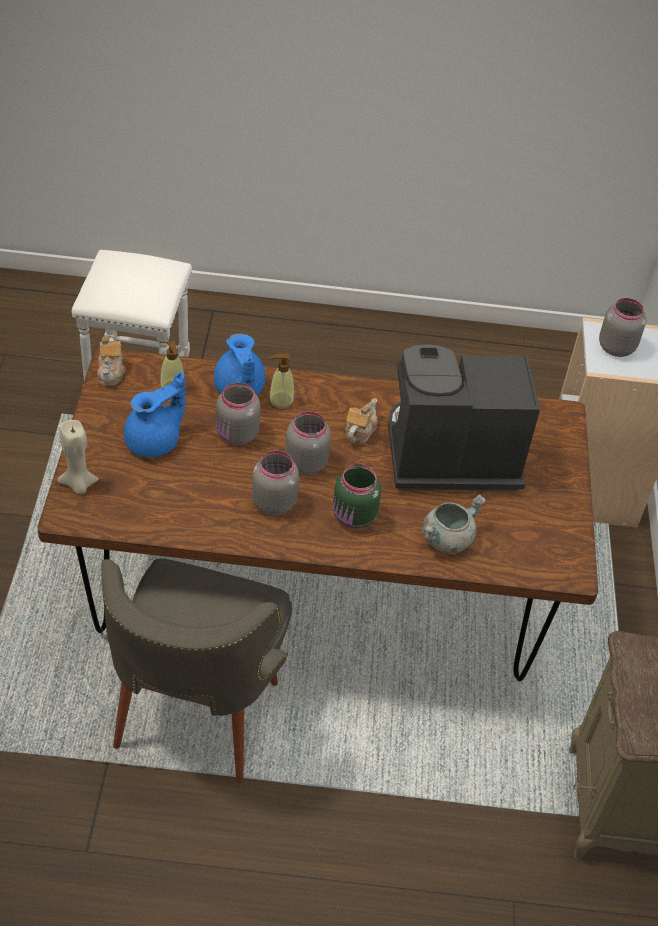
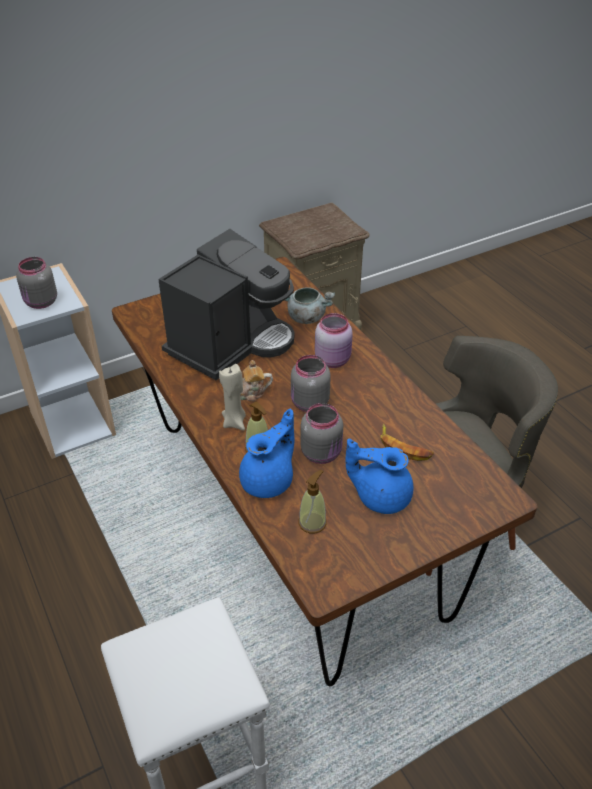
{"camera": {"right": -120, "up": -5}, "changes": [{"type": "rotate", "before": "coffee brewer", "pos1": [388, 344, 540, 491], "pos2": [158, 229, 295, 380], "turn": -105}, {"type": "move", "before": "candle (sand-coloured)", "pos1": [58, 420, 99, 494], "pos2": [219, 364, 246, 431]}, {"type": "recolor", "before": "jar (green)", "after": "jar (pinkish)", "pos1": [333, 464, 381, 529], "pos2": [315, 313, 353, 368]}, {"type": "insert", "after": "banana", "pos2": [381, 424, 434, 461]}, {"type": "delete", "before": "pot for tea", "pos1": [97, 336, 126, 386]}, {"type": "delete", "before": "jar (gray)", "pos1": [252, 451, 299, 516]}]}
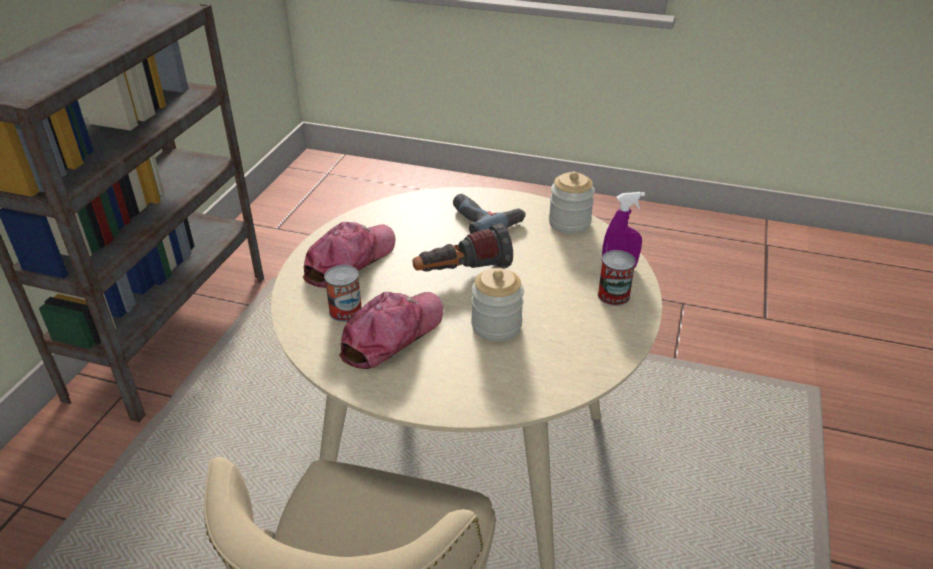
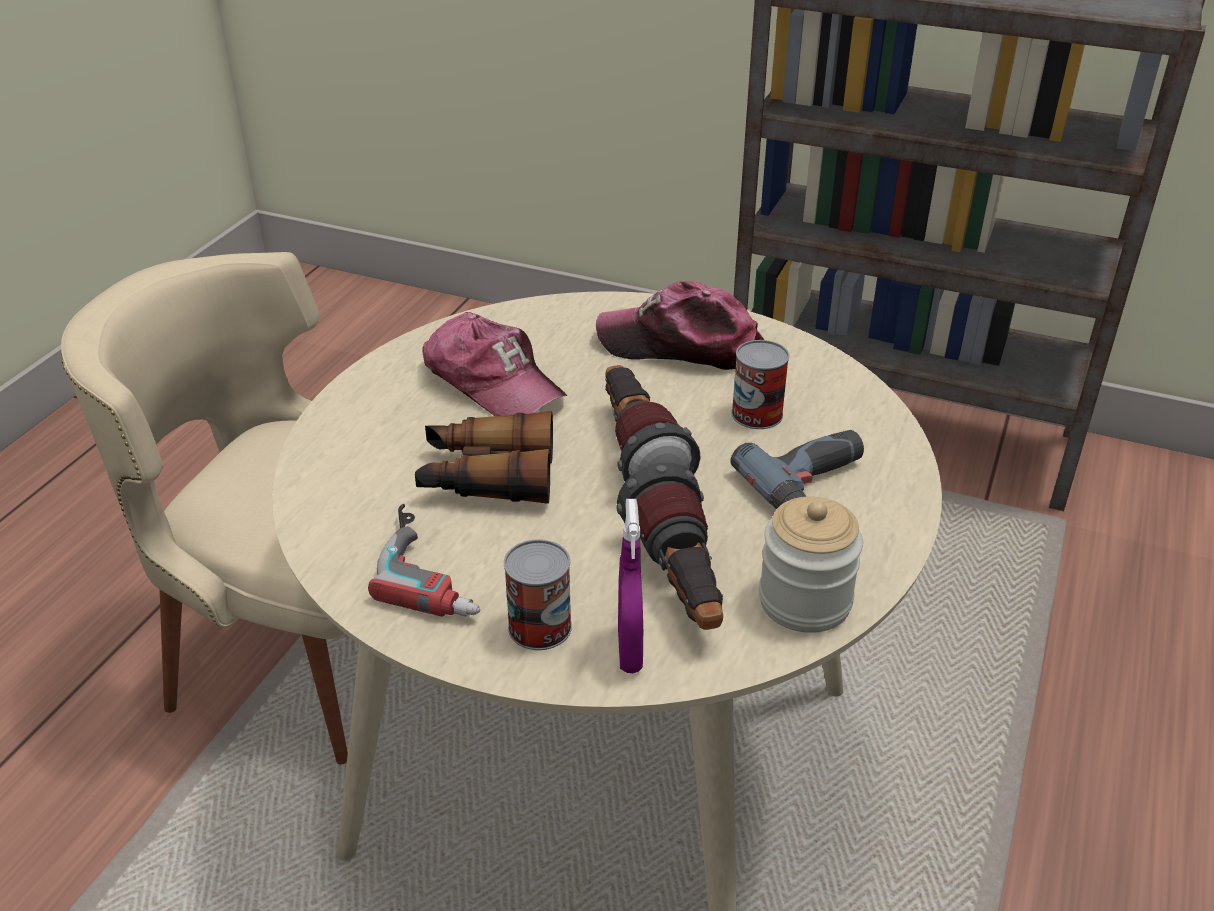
{"camera": {"right": 95, "up": 0}, "changes": [{"type": "insert", "after": "drill", "pos2": [368, 504, 480, 617]}, {"type": "replace", "before": "jar", "after": "pair of binoculars", "pos1": [471, 268, 524, 342], "pos2": [415, 411, 553, 504]}, {"type": "rotate", "before": "baseball cap", "pos1": [303, 222, 396, 288], "pos2": [596, 281, 764, 370], "turn": 150}, {"type": "insert", "after": "hand torch", "pos2": [616, 463, 723, 630]}, {"type": "move", "before": "sealed can", "pos1": [324, 265, 362, 322], "pos2": [731, 340, 789, 429]}]}
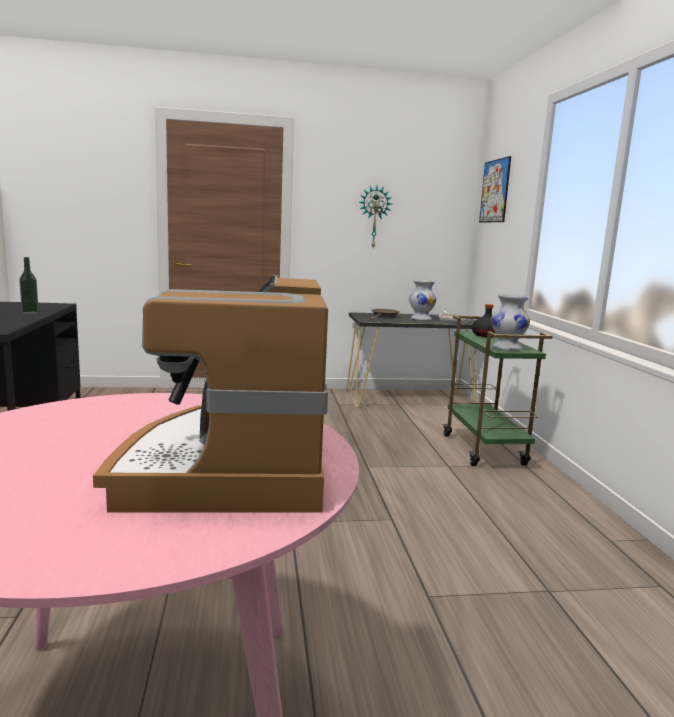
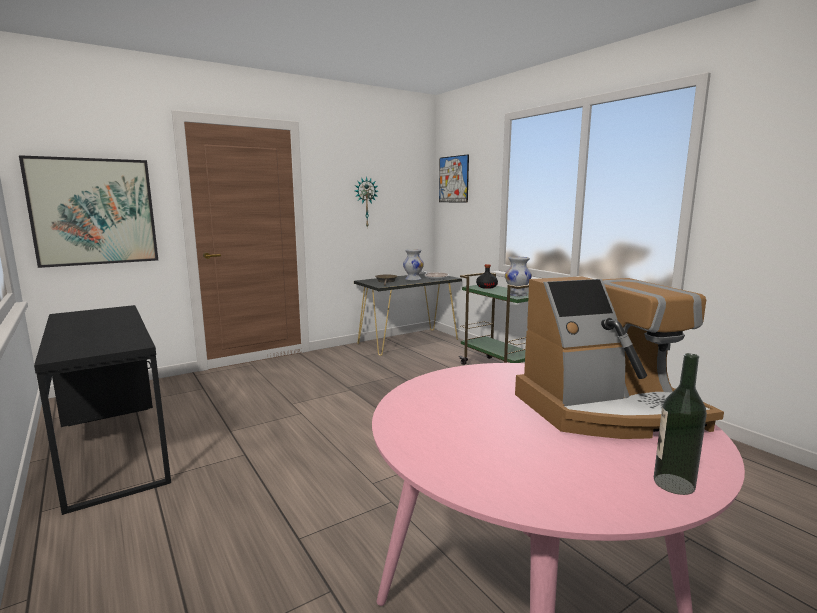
{"camera": {"right": -25, "up": 0}, "changes": [{"type": "insert", "after": "picture", "pos2": [19, 155, 158, 268]}, {"type": "rotate", "before": "coffee brewer", "pos1": [93, 275, 328, 513], "pos2": [515, 276, 724, 439], "turn": -75}, {"type": "move", "before": "bottle", "pos1": [19, 257, 39, 314], "pos2": [654, 353, 707, 495]}]}
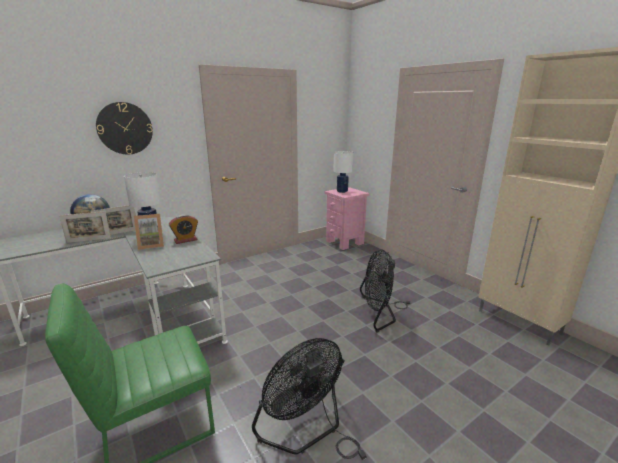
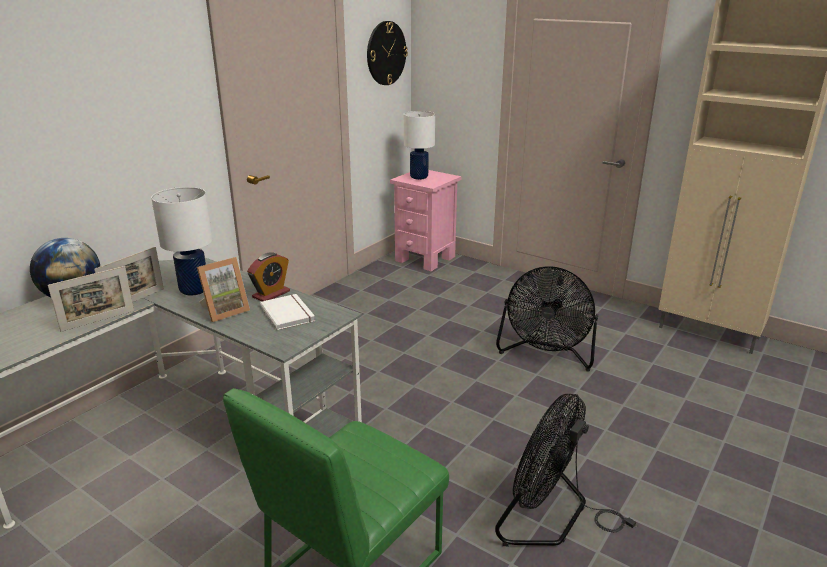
{"camera": {"right": -20, "up": 5}, "changes": [{"type": "insert", "after": "bound book (white-coloured)", "pos2": [260, 294, 315, 330]}, {"type": "move", "before": "hanging clock", "pos1": [96, 102, 153, 154], "pos2": [367, 21, 408, 85]}, {"type": "rotate", "before": "fan (black)", "pos1": [360, 249, 411, 332], "pos2": [496, 266, 598, 372], "turn": -45}]}
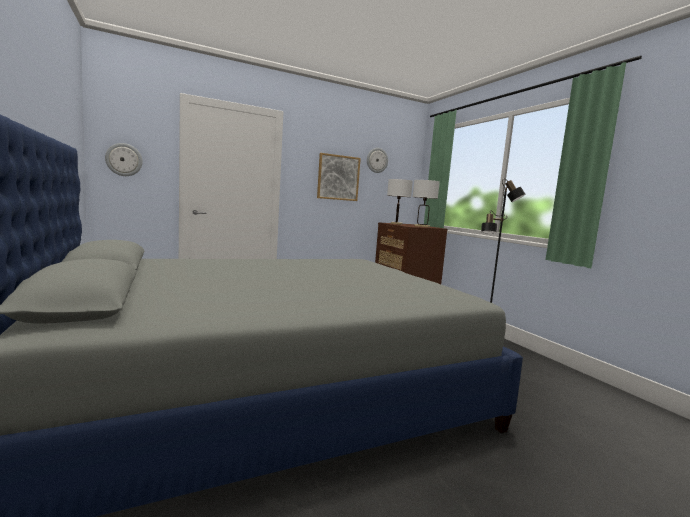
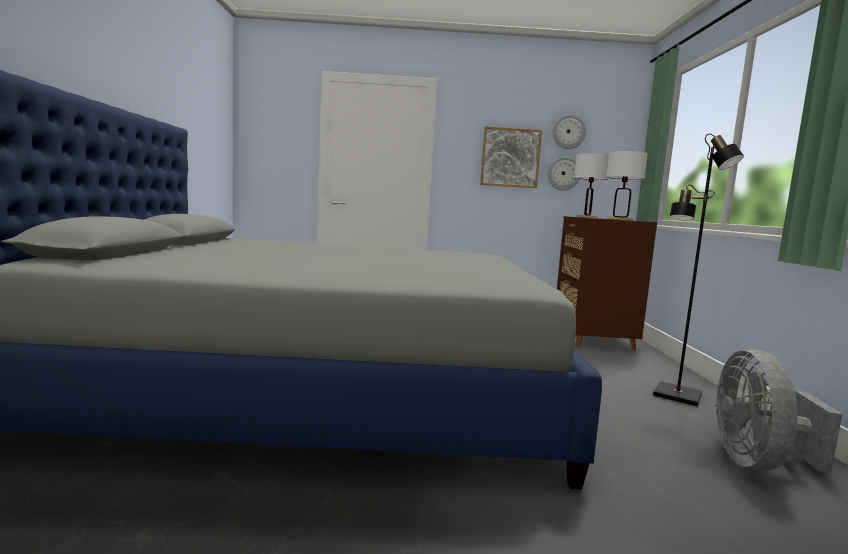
{"camera": {"right": 25, "up": 0}, "changes": [{"type": "move", "before": "hanging clock", "pos1": [105, 143, 142, 176], "pos2": [548, 157, 579, 191]}, {"type": "insert", "after": "fan (gray)", "pos2": [715, 350, 843, 473]}]}
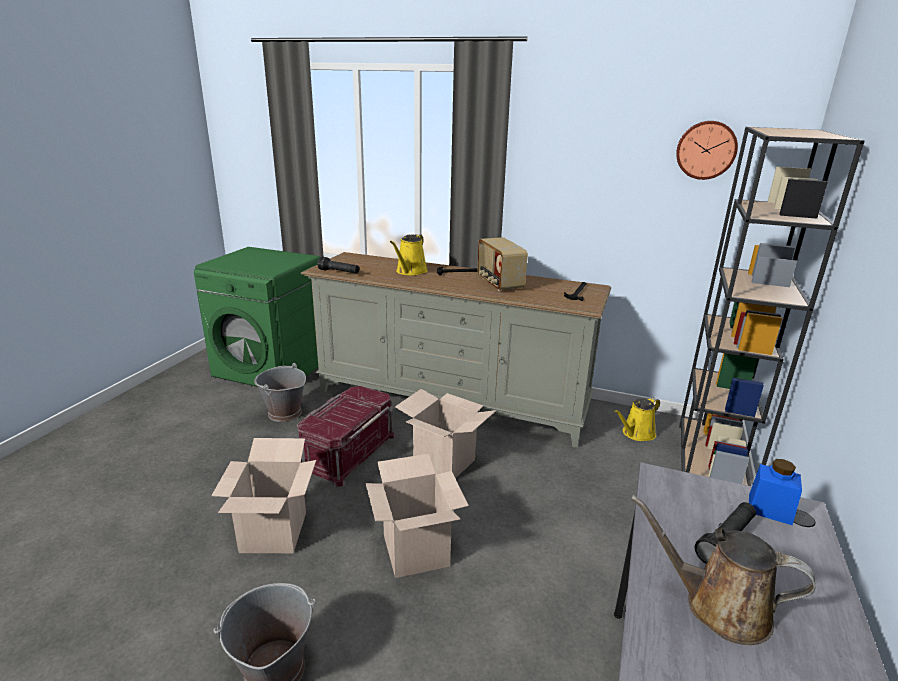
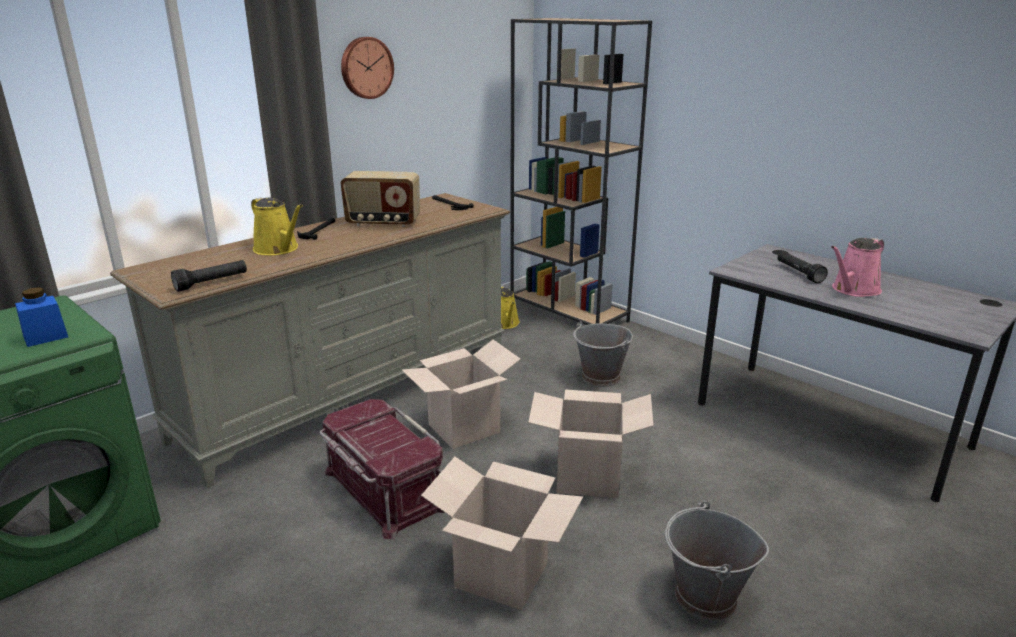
{"camera": {"right": -65, "up": 0}, "changes": [{"type": "move", "before": "jar (bluish)", "pos1": [749, 459, 802, 526], "pos2": [15, 287, 68, 347]}, {"type": "move", "before": "hanging clock", "pos1": [676, 121, 738, 180], "pos2": [341, 37, 394, 99]}, {"type": "move", "before": "bucket (gray)", "pos1": [254, 363, 306, 422], "pos2": [573, 321, 633, 387]}, {"type": "recolor", "before": "sprinkling can (brownish)", "after": "sprinkling can (pinkish)", "pos1": [631, 495, 816, 645], "pos2": [831, 238, 884, 297]}]}
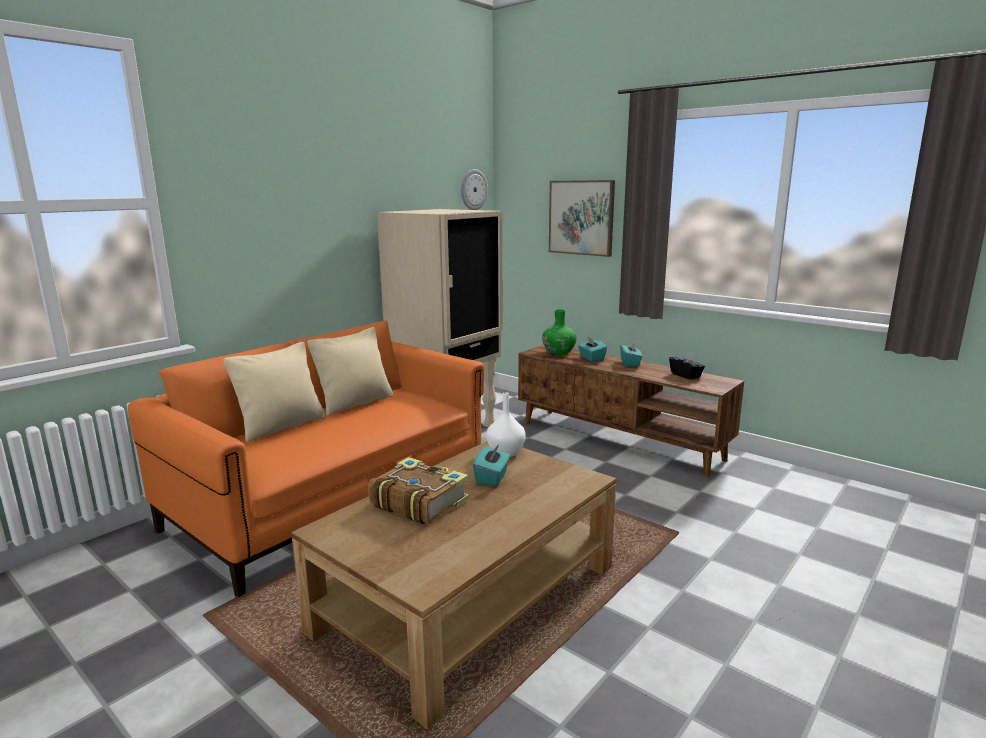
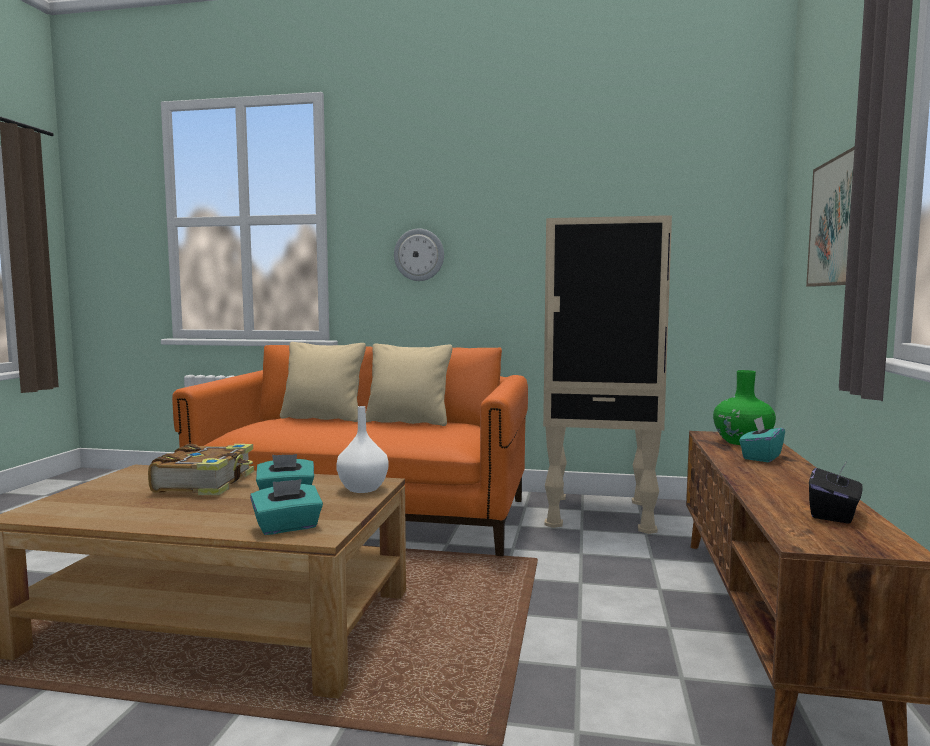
{"camera": {"right": 60, "up": -10}, "changes": [{"type": "move", "before": "box of tissues (turquoise)", "pos1": [620, 341, 642, 367], "pos2": [250, 479, 323, 535]}, {"type": "move", "before": "hanging clock", "pos1": [461, 169, 488, 210], "pos2": [394, 228, 444, 281]}]}
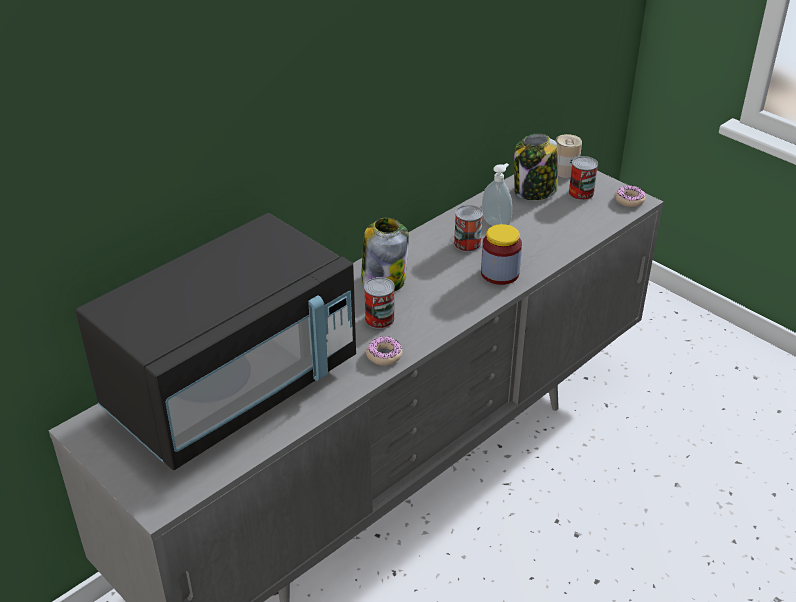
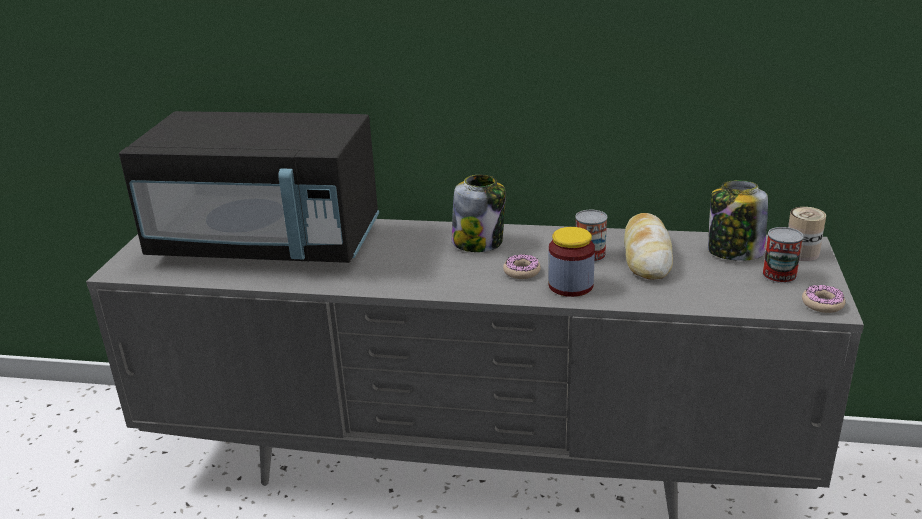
{"camera": {"right": 55, "up": -10}, "changes": [{"type": "move", "before": "doughnut", "pos1": [366, 336, 402, 365], "pos2": [503, 254, 541, 279]}, {"type": "replace", "before": "liquid soap bottle", "after": "baked bread", "pos1": [482, 163, 512, 226], "pos2": [624, 213, 673, 280]}, {"type": "delete", "before": "sealed can", "pos1": [364, 277, 395, 329]}]}
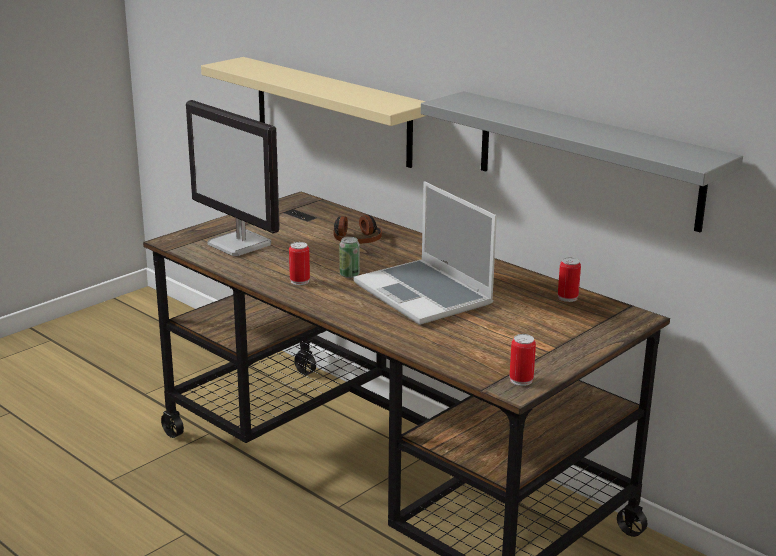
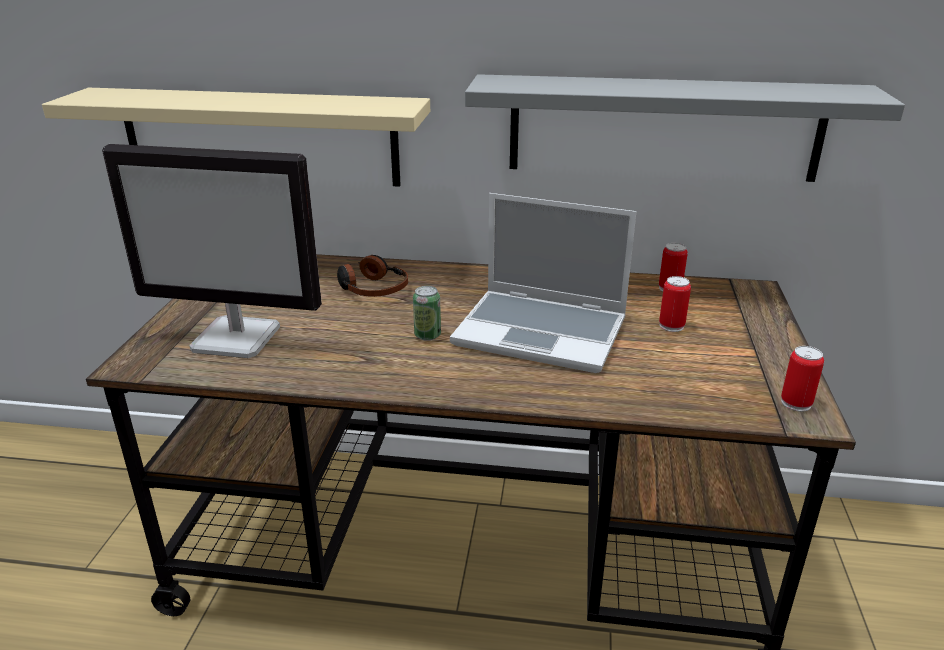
{"camera": {"right": -35, "up": 5}, "changes": [{"type": "move", "before": "sealed can", "pos1": [289, 242, 310, 285], "pos2": [659, 276, 691, 332]}]}
